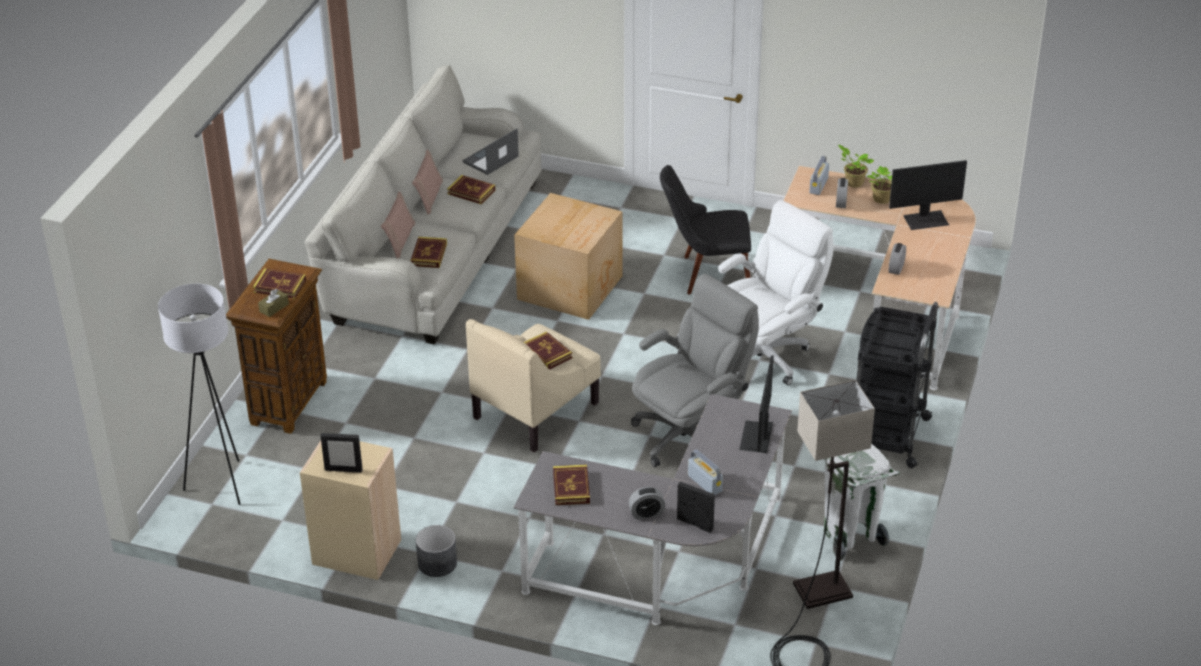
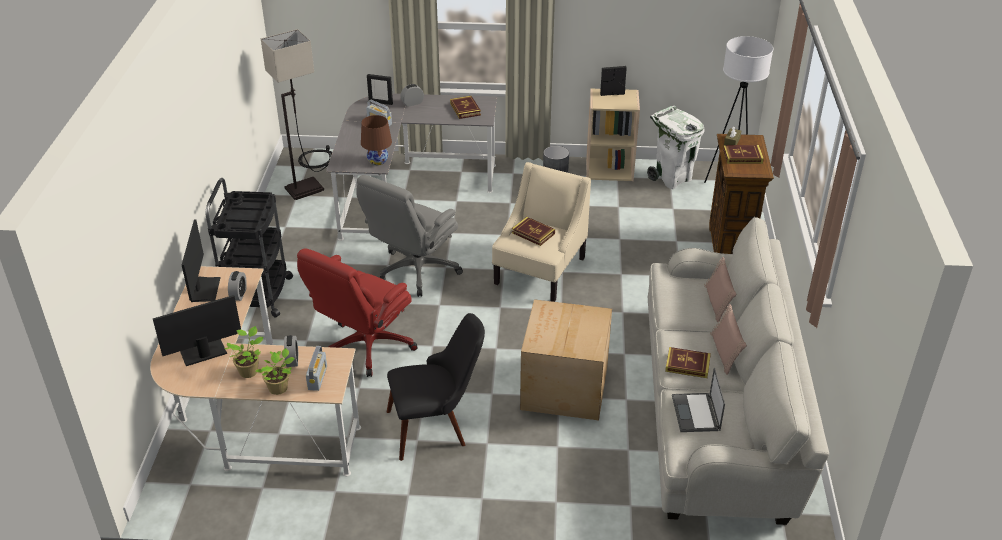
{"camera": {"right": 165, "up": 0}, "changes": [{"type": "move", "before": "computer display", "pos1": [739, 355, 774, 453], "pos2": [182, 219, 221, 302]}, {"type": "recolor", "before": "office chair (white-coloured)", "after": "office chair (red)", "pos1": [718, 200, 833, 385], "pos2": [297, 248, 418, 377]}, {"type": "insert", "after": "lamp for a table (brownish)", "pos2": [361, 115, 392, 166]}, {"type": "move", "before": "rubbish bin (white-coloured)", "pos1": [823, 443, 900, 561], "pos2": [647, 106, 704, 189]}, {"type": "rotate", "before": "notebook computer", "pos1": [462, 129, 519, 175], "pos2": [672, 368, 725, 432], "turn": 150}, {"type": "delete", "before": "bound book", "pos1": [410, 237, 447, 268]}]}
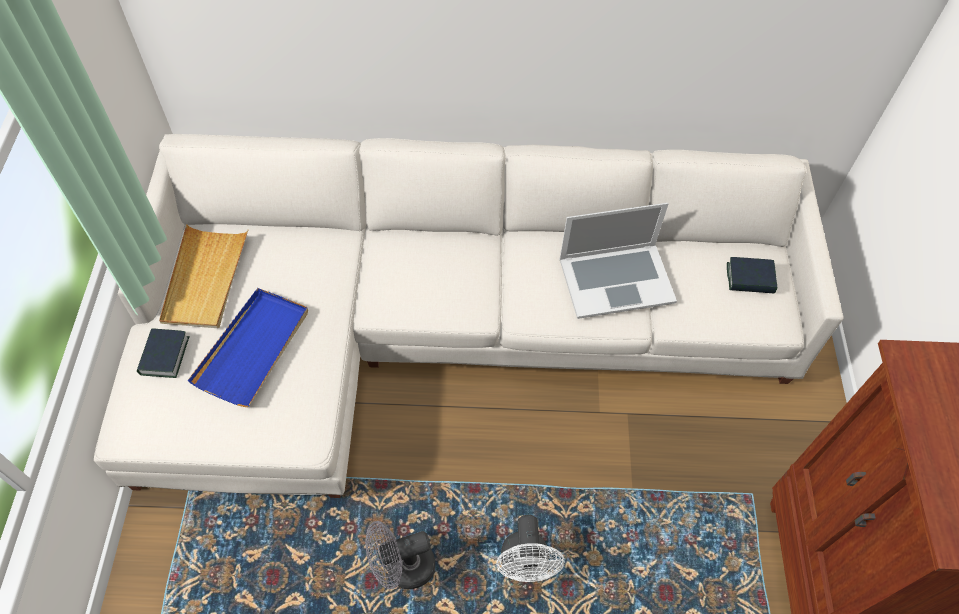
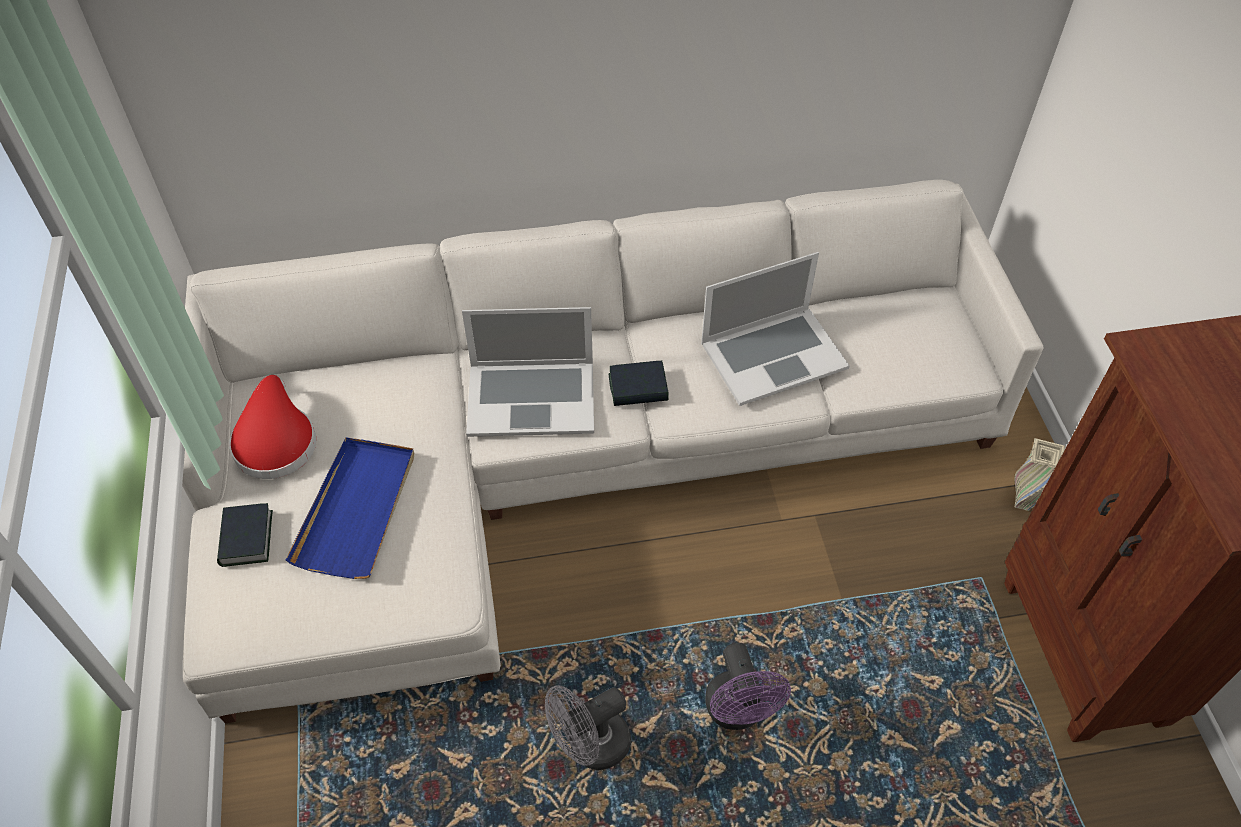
{"camera": {"right": -10, "up": -5}, "changes": [{"type": "replace", "before": "serving tray (sand-coloured)", "after": "hat (red)", "pos1": [159, 224, 249, 328], "pos2": [229, 375, 316, 479]}, {"type": "insert", "after": "notebook computer", "pos2": [462, 307, 594, 437]}, {"type": "move", "before": "bound book", "pos1": [727, 257, 777, 293], "pos2": [609, 361, 669, 406]}, {"type": "recolor", "before": "fan (white-coloured)", "after": "fan (purplish)", "pos1": [496, 515, 565, 582], "pos2": [705, 643, 791, 730]}, {"type": "insert", "after": "decorative vase (sand-coloured)", "pos2": [1015, 438, 1065, 511]}]}
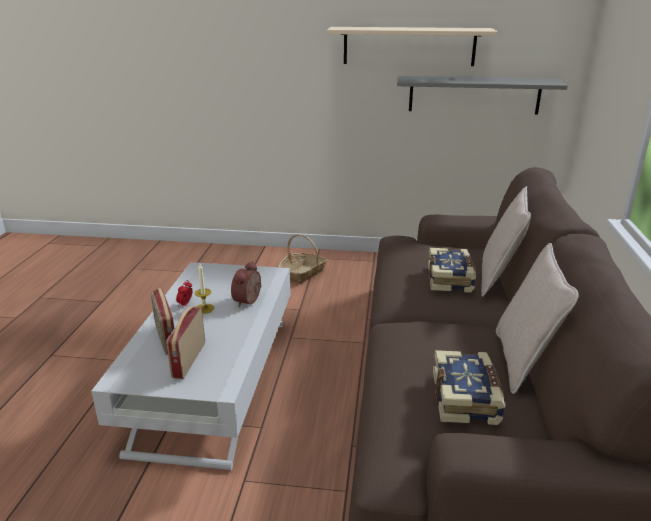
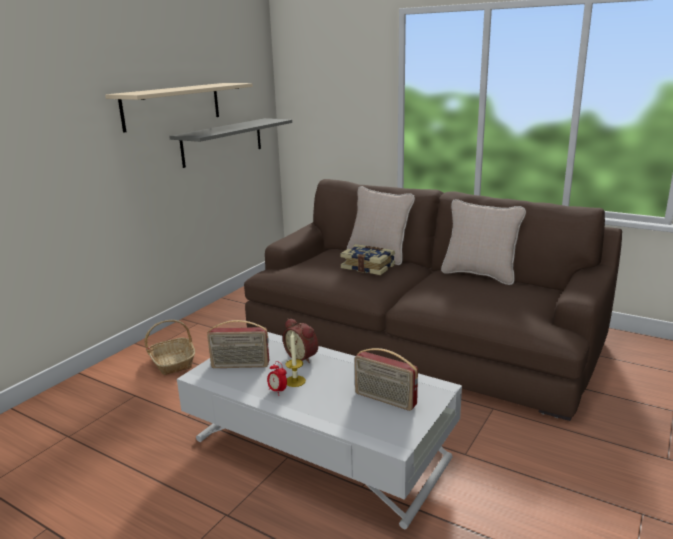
{"camera": {"right": -65, "up": -5}, "changes": [{"type": "move", "before": "radio receiver", "pos1": [151, 288, 174, 355], "pos2": [207, 320, 269, 368]}, {"type": "delete", "before": "bound book", "pos1": [433, 350, 505, 425]}]}
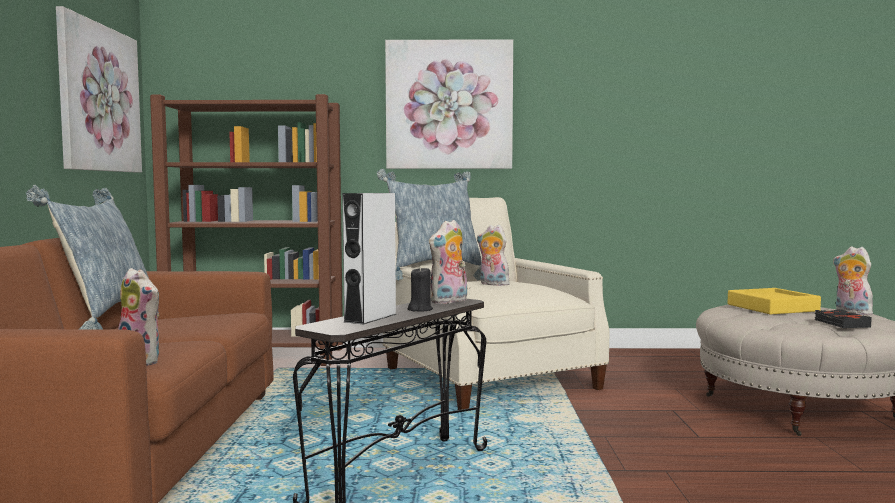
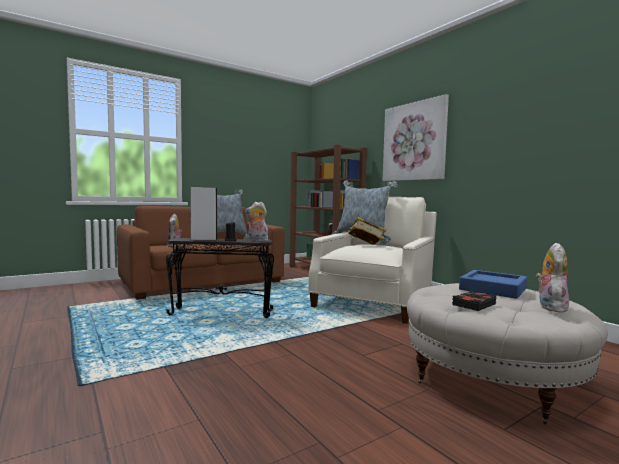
{"camera": {"right": 55, "up": 0}, "changes": [{"type": "replace", "before": "cuddly toy", "after": "bound book", "pos1": [477, 225, 510, 286], "pos2": [346, 217, 387, 245]}, {"type": "recolor", "before": "serving tray (yellowish)", "after": "serving tray (bluish)", "pos1": [727, 288, 821, 315], "pos2": [459, 270, 527, 299]}, {"type": "delete", "before": "picture", "pos1": [56, 6, 142, 173]}]}
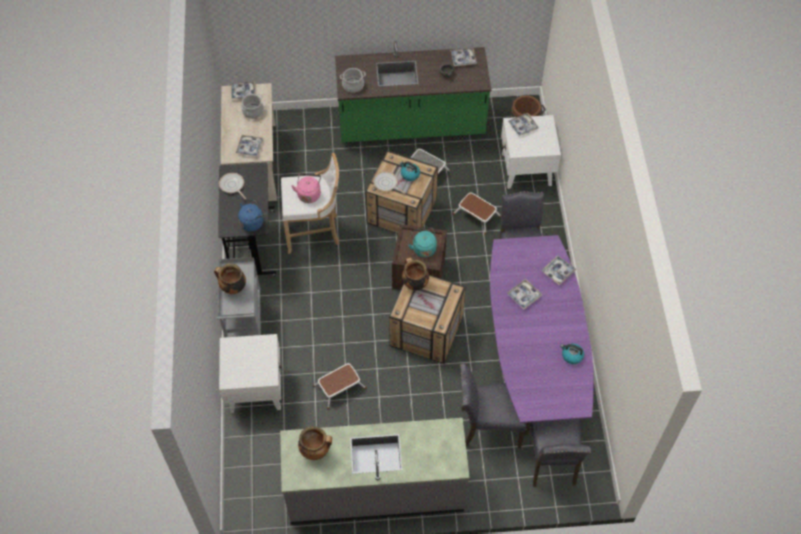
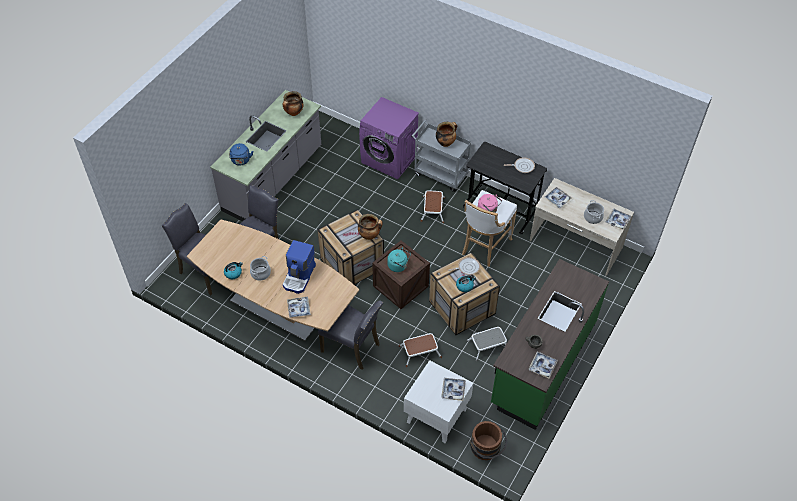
{"camera": {"right": 125, "up": -5}, "changes": [{"type": "recolor", "before": "dinner table (purplish)", "after": "dinner table (brownish)", "pos1": [490, 235, 594, 423], "pos2": [187, 219, 359, 341]}, {"type": "move", "before": "tea kettle (bluish)", "pos1": [238, 199, 267, 231], "pos2": [229, 143, 253, 165]}, {"type": "move", "before": "stockpot", "pos1": [340, 68, 366, 93], "pos2": [250, 256, 271, 281]}, {"type": "replace", "before": "serving tray", "after": "coffee brewer", "pos1": [507, 279, 542, 310], "pos2": [283, 240, 316, 294]}, {"type": "replace", "before": "bedside table (white-coloured)", "after": "washing machine (purplish)", "pos1": [219, 334, 282, 414], "pos2": [359, 97, 419, 179]}, {"type": "move", "before": "stepladder (brownish)", "pos1": [313, 363, 367, 410], "pos2": [420, 191, 445, 223]}]}
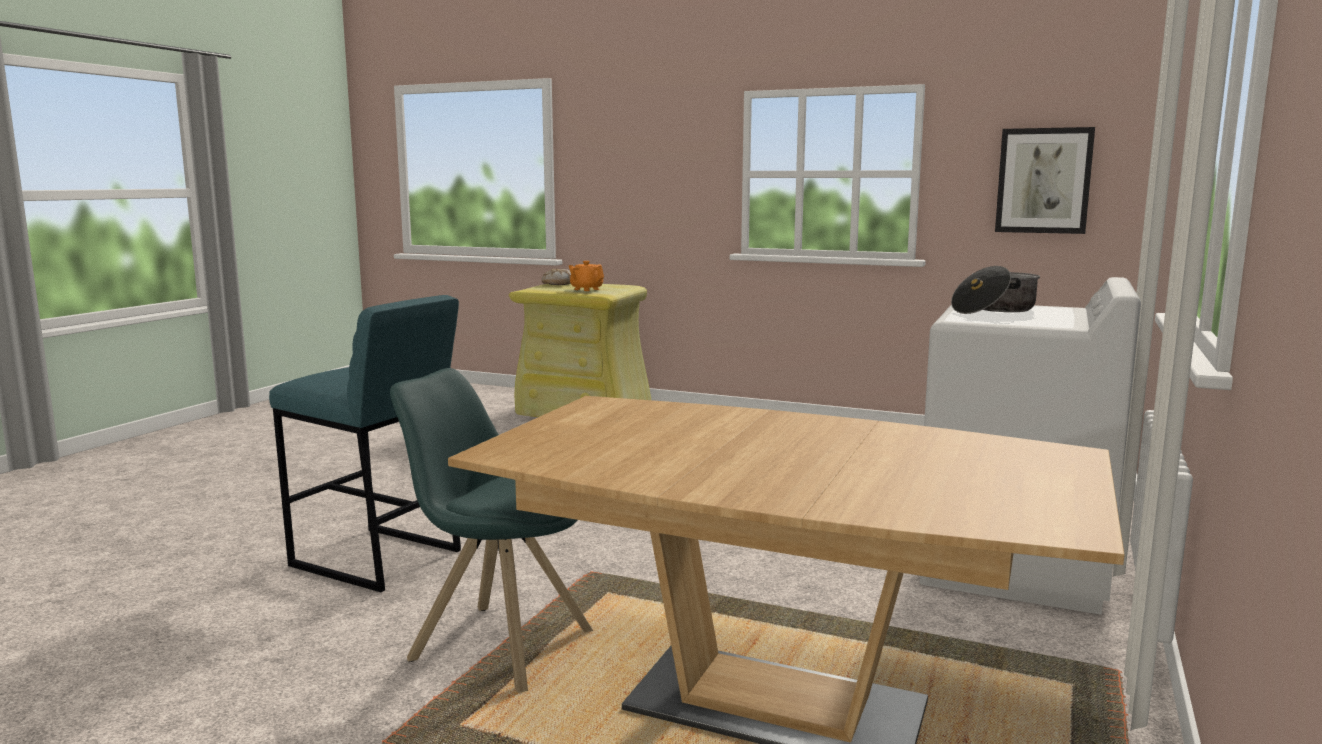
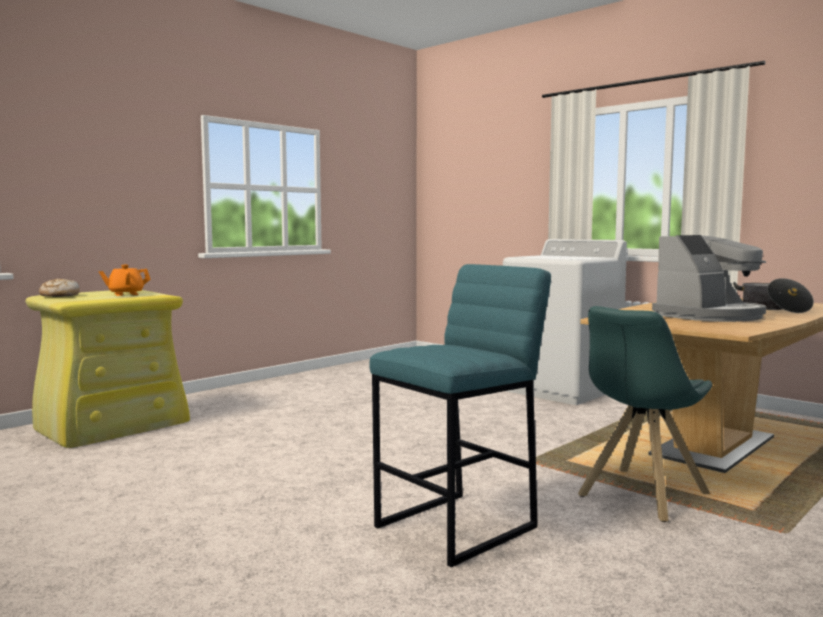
{"camera": {"right": -70, "up": -5}, "changes": [{"type": "insert", "after": "coffee brewer", "pos2": [652, 235, 766, 322]}, {"type": "move", "before": "stockpot", "pos1": [951, 266, 1040, 314], "pos2": [733, 278, 814, 313]}, {"type": "delete", "before": "picture", "pos1": [995, 127, 1095, 234]}]}
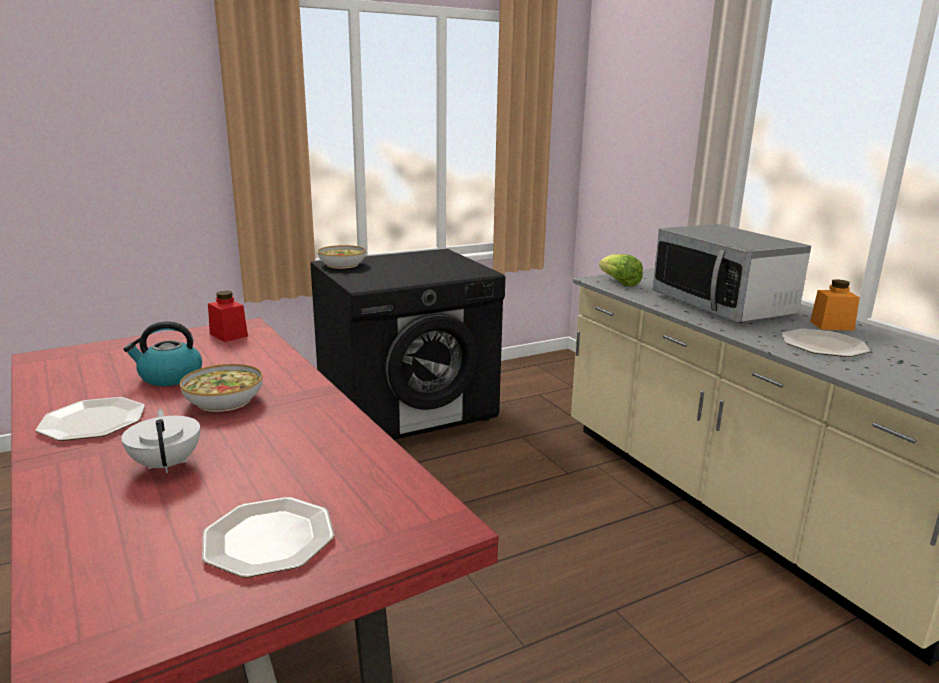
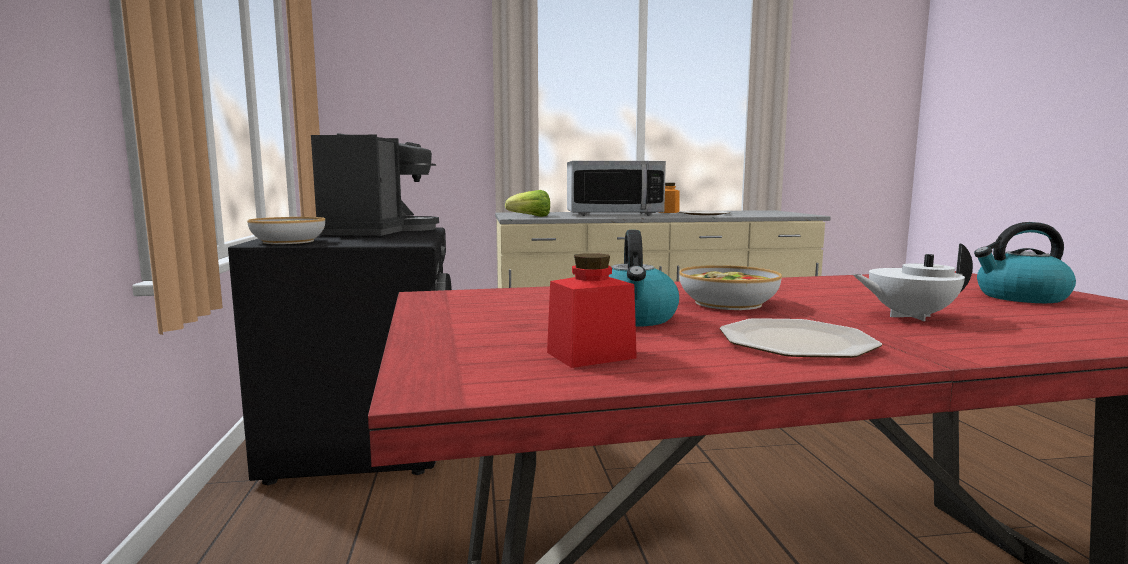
{"camera": {"right": -70, "up": -10}, "changes": [{"type": "insert", "after": "coffee brewer", "pos2": [311, 133, 439, 236]}, {"type": "move", "before": "jar (red)", "pos1": [208, 291, 248, 342], "pos2": [547, 253, 637, 368]}, {"type": "replace", "before": "dinner plate", "after": "tea kettle", "pos1": [202, 497, 335, 578], "pos2": [974, 222, 1076, 303]}]}
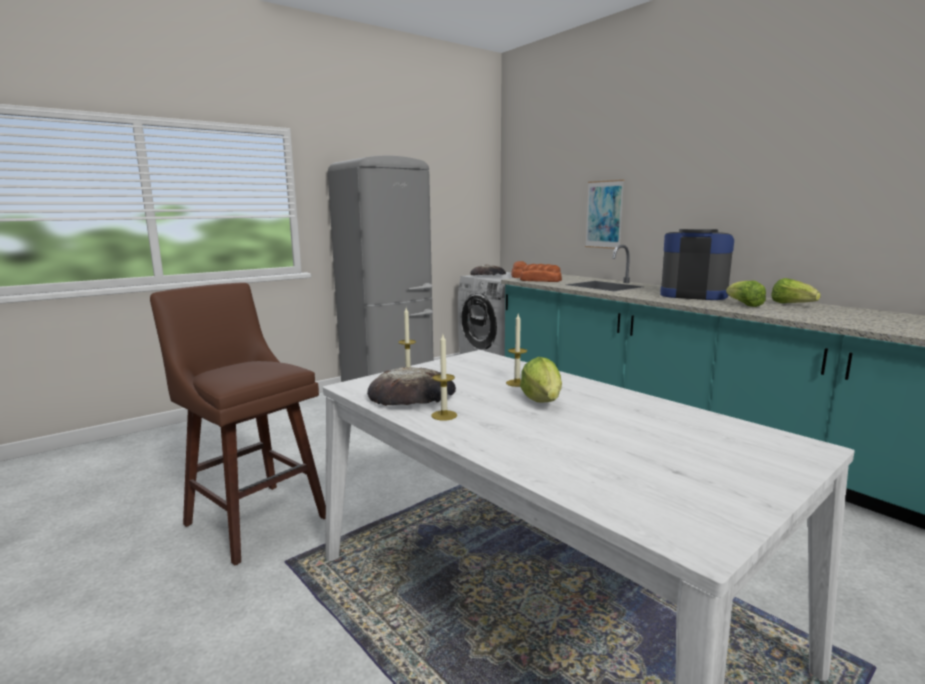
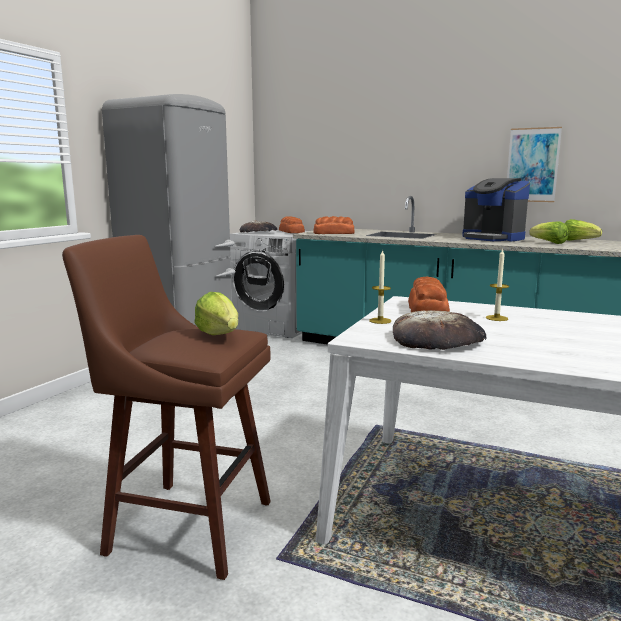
{"camera": {"right": -25, "up": 0}, "changes": [{"type": "move", "before": "head of lettuce", "pos1": [520, 357, 562, 402], "pos2": [194, 292, 238, 335]}, {"type": "insert", "after": "baked bread", "pos2": [408, 277, 450, 312]}, {"type": "rotate", "before": "coffee brewer", "pos1": [660, 229, 734, 300], "pos2": [462, 178, 530, 241], "turn": -135}, {"type": "move", "before": "picture", "pos1": [585, 180, 624, 249], "pos2": [507, 127, 562, 202]}, {"type": "delete", "before": "candle", "pos1": [431, 334, 457, 421]}]}
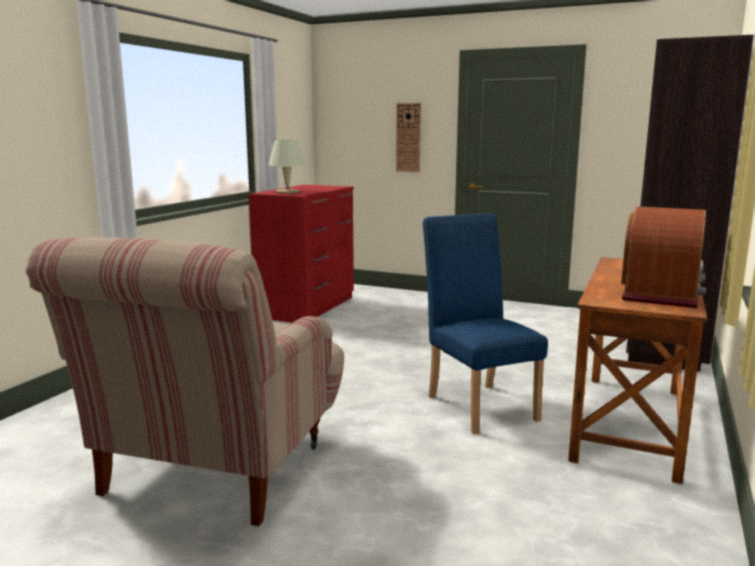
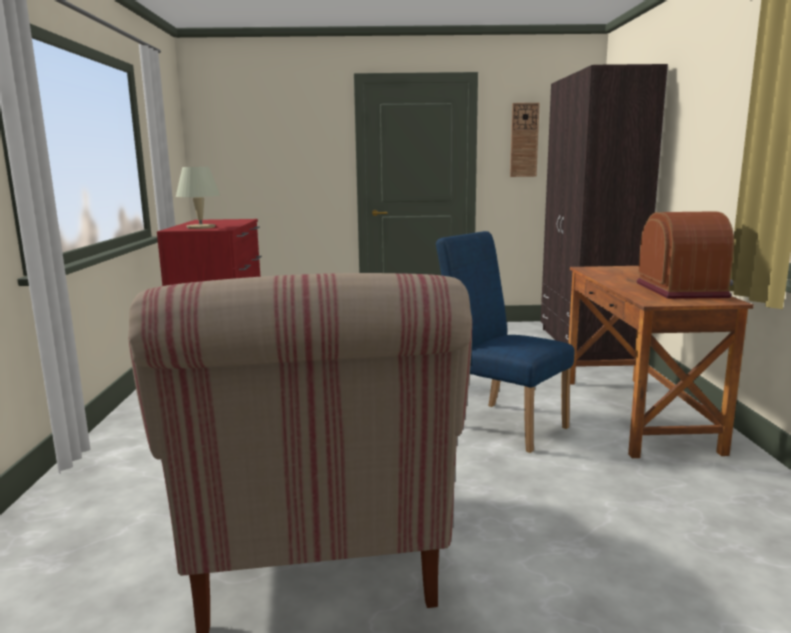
{"camera": {"right": -25, "up": 0}, "changes": [{"type": "move", "before": "hanging clock", "pos1": [396, 103, 421, 172], "pos2": [510, 103, 540, 177]}]}
